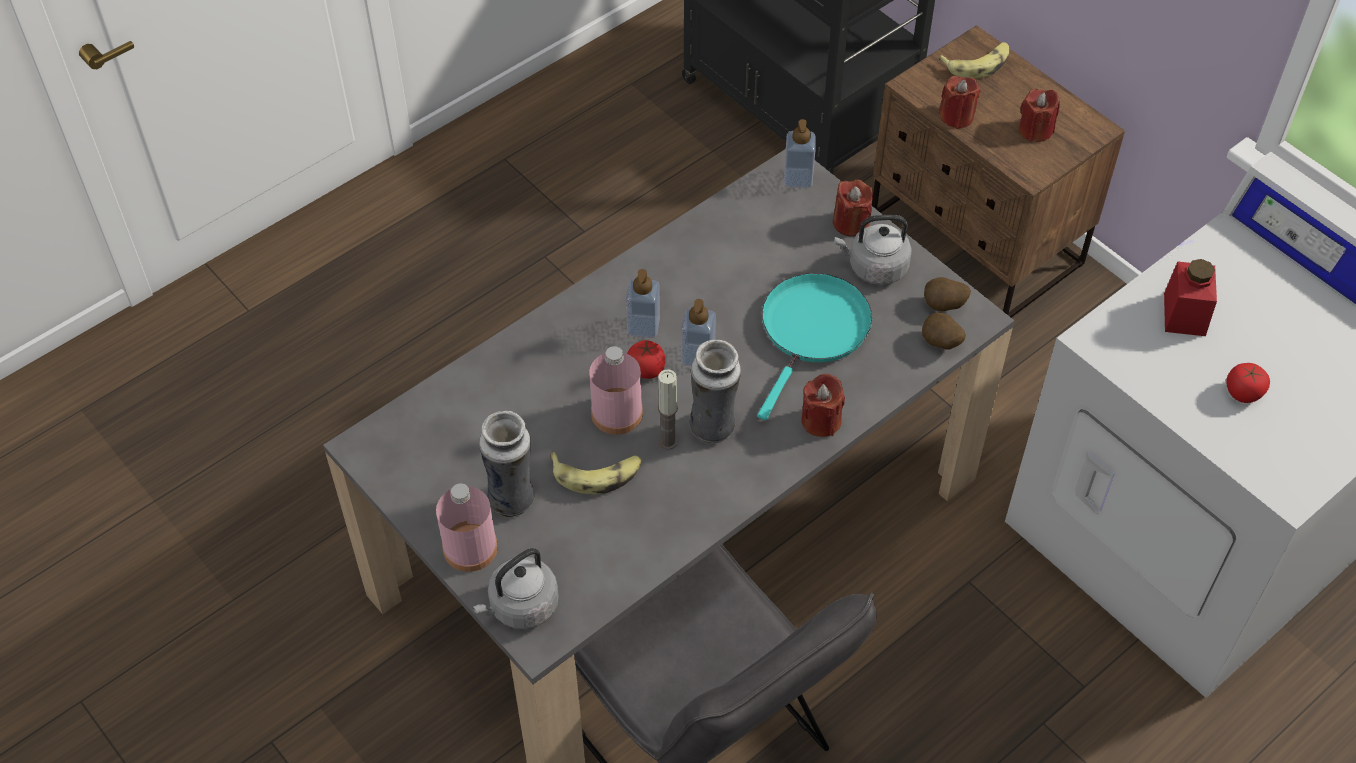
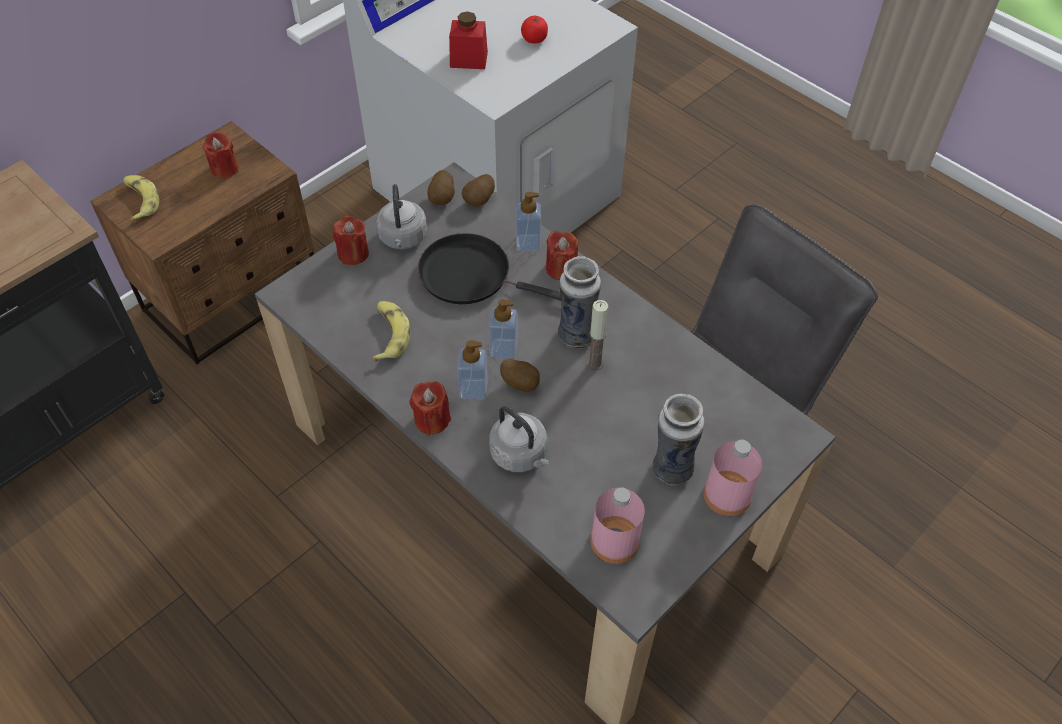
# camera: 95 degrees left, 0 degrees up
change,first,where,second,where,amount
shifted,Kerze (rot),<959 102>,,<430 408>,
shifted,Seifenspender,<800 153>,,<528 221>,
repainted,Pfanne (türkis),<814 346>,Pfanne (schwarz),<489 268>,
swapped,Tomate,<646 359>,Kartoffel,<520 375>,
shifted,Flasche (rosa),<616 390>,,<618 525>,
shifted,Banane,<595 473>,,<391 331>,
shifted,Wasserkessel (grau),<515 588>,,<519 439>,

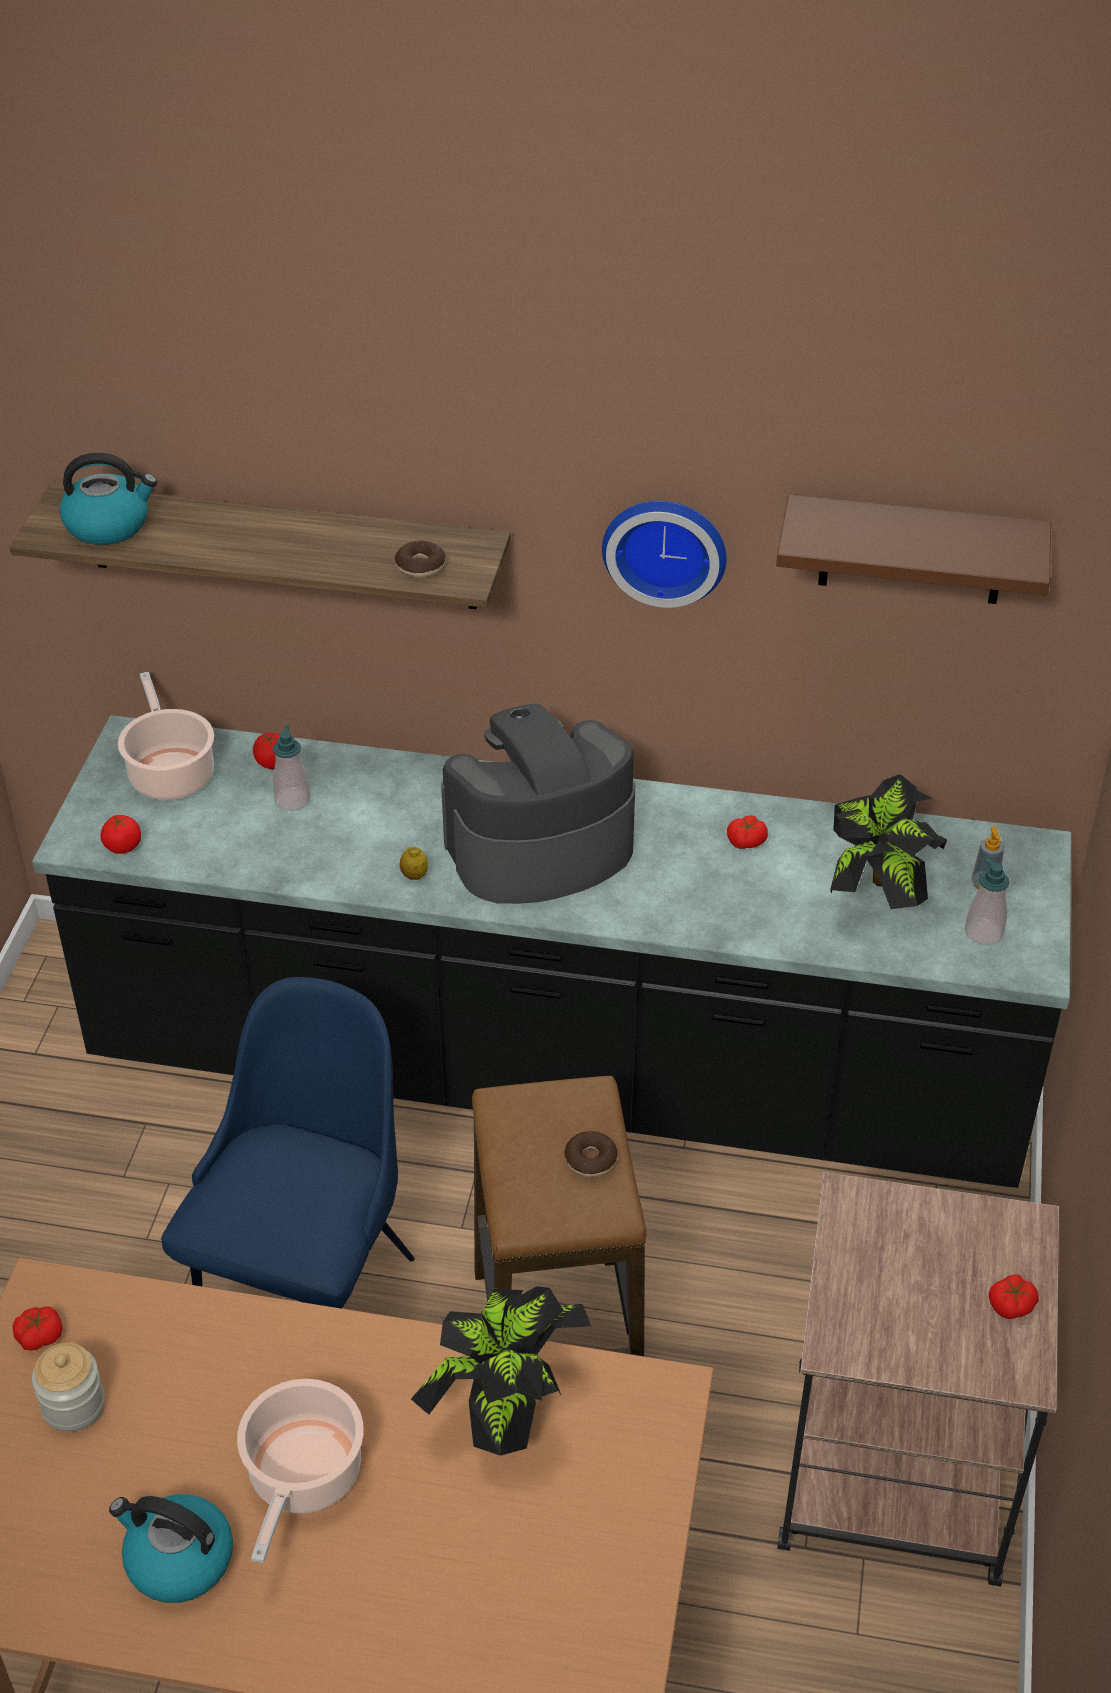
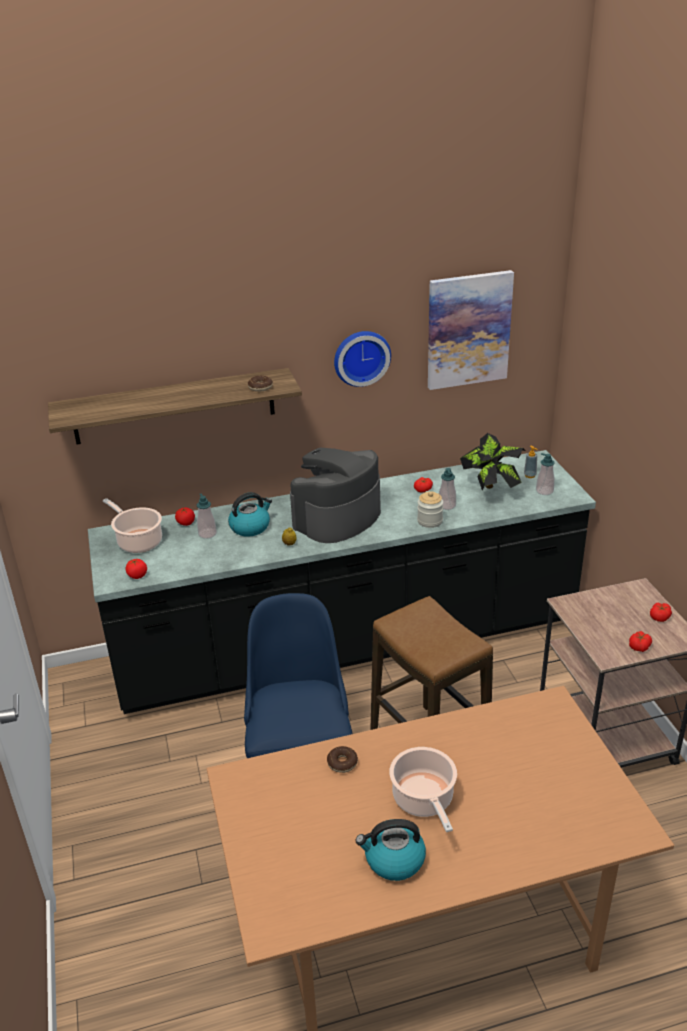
# camera: 25 degrees left, 10 degrees down
change,first,where,second,where,amount
shifted,Wasserkessel,<108 499>,,<250 514>,
swapped,Wandregal (braun),<913 549>,Bild,<471 330>,
shifted,Donut,<590 1154>,,<342 759>,
gone,Topfpflanze,<501 1371>,,,
shifted,Tomate,<37 1328>,,<640 641>,
shifted,Vorratsglas,<68 1387>,,<430 509>,
new,,,Seifenspender,<447 489>,

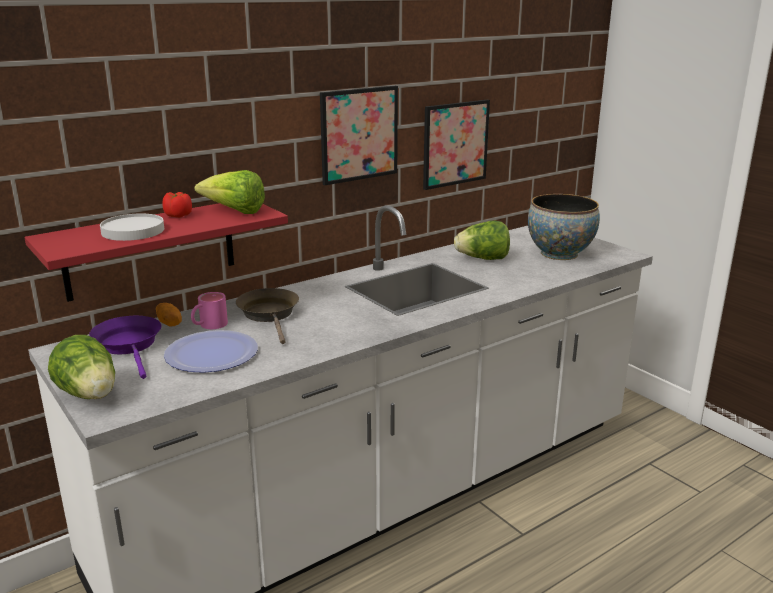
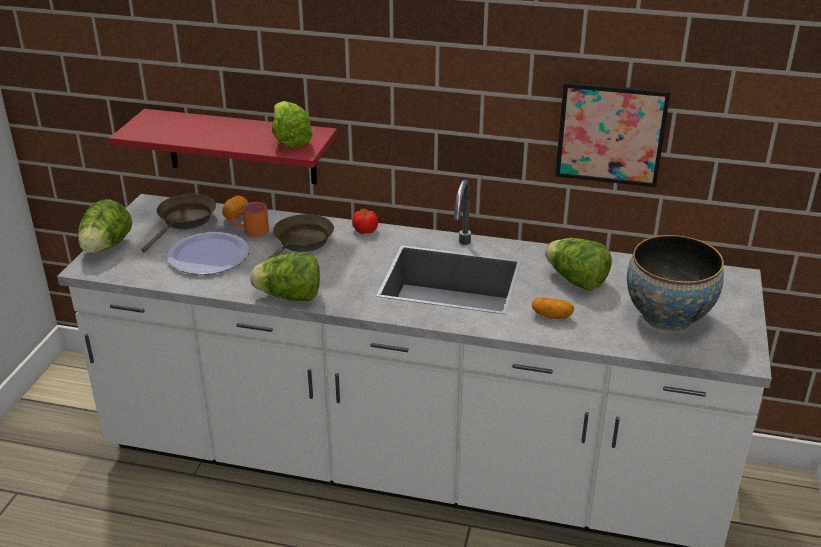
# camera: 50 degrees right, 10 degrees up
change,first,where,second,where,amount
gone,Bild,<359 135>,,,
shifted,Tomate,<177 205>,,<365 221>,
gone,Teller (weiß),<132 227>,,,
repainted,Henkelbecher (rosa),<209 310>,Henkelbecher (orange),<250 219>,
repainted,Pfanne (lila),<125 347>,Pfanne (braun),<178 223>,
new,,,Salatkopf,<285 276>,
new,,,Kartoffel,<553 308>,

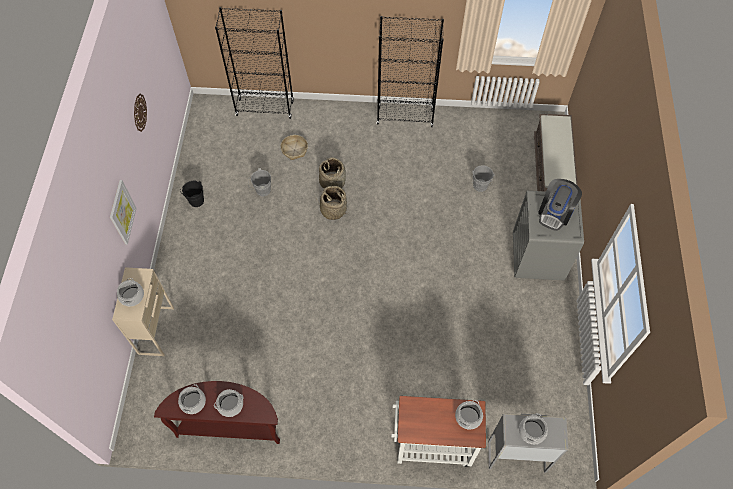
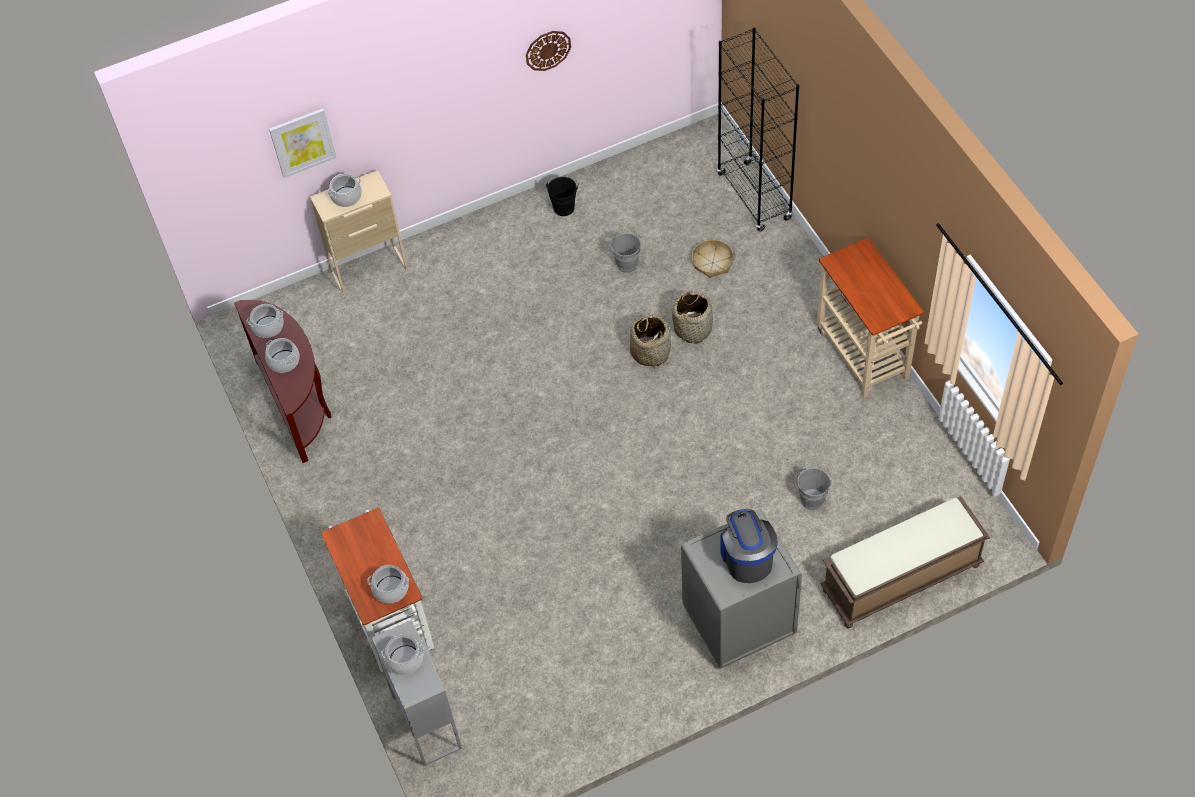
# camera: 65 degrees right, 5 degrees down
change,first,where,second,where,amount
swapped,Bücherregal (schwarz),<410 71>,Rollwagen (beige),<870 318>,
rotated,Kaffeemaschine,<560 205>,,<749 546>,75 degrees clockwise
shifted,Bild,<123 212>,,<303 143>,

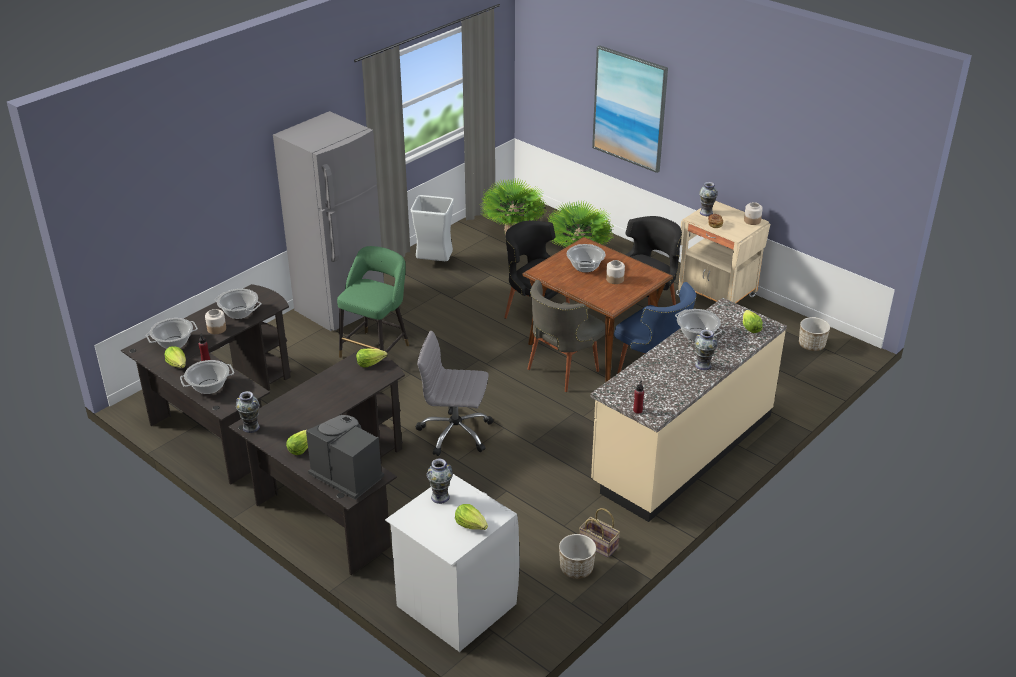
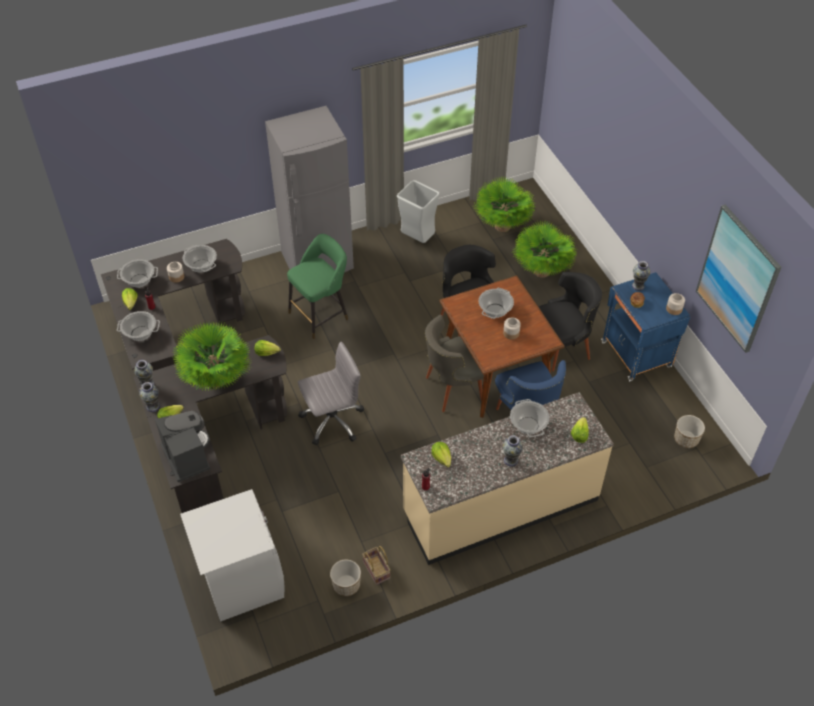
# camera: 25 degrees right, 15 degrees up
change,first,where,second,where,amount
shifted,Bild,<630 109>,,<738 279>,
repainted,Rollwagen (beige),<723 252>,Rollwagen (blau),<645 327>,
rotated,Bürostuhl (grau),<454 393>,,<331 393>,120 degrees clockwise
shifted,Vase,<440 481>,,<149 397>,
shifted,Salatkopf,<471 517>,,<441 454>,
new,,,Topfpflanze,<211 356>,

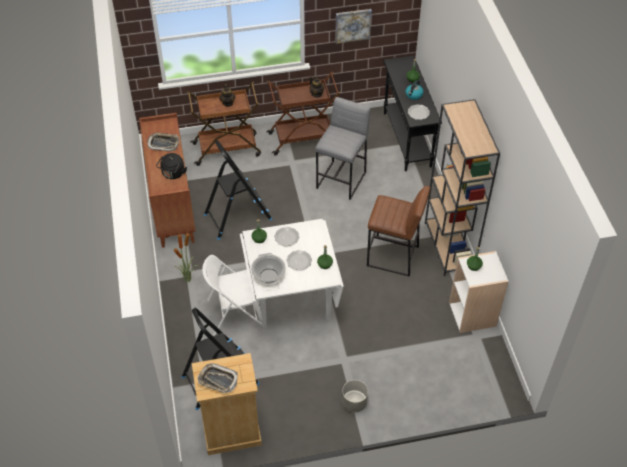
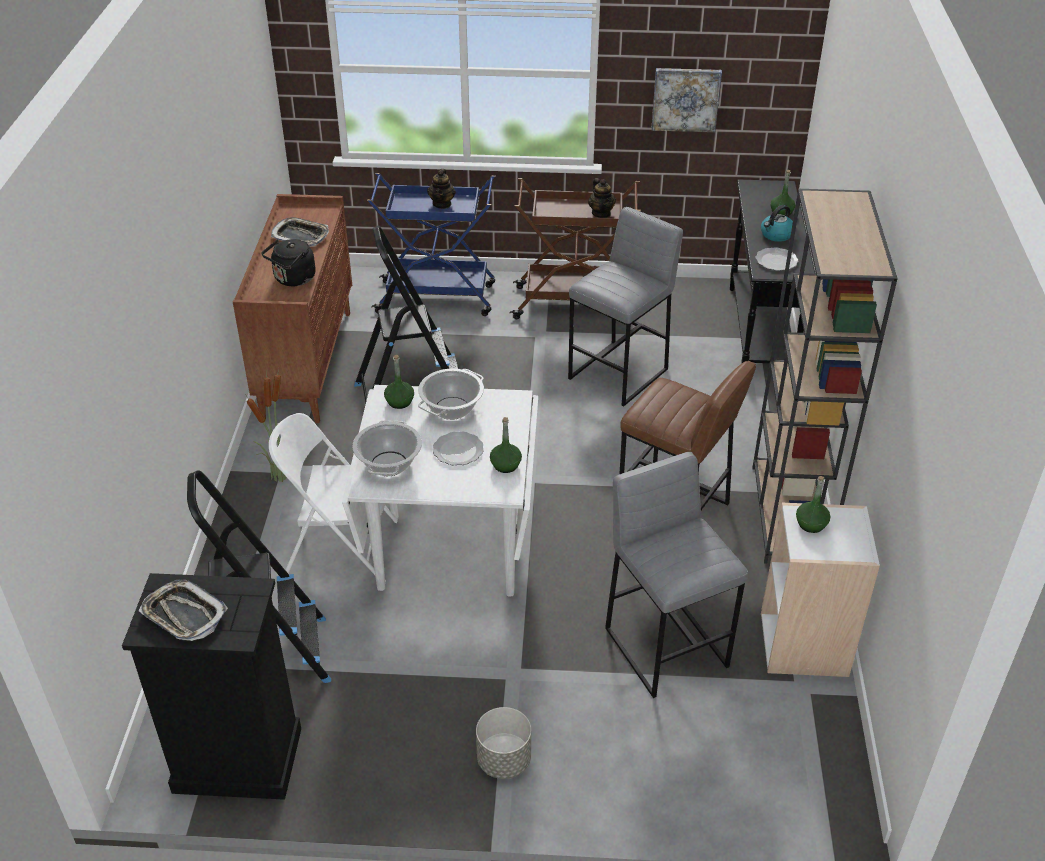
# camera: 15 degrees right, 10 degrees down
change,first,where,second,where,amount
repainted,Rollwagen (braun),<224 124>,Rollwagen (blau),<431 244>,
swapped,Teller,<286 236>,Kochtopf,<451 394>,
repainted,Kommode (beige),<227 404>,Kommode (schwarz),<211 686>,
new,,,Hocker (grau),<676 575>,

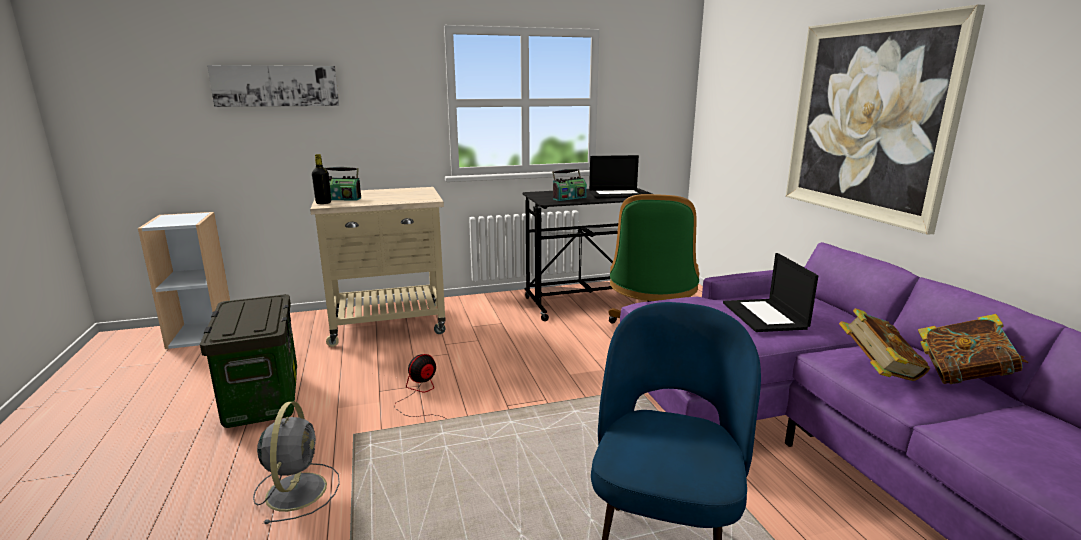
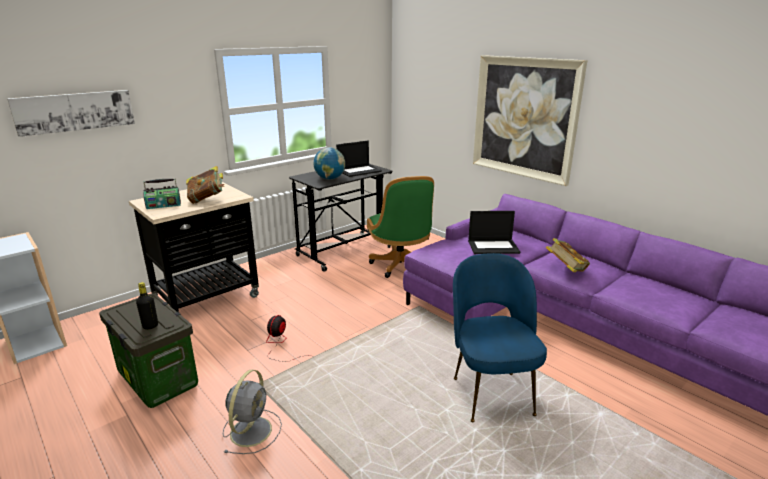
# camera: 25 degrees left, 5 degrees up
change,first,where,second,where,amount
shifted,Flasche (schwarz),<321 179>,,<147 306>,
swapped,Radio,<569 185>,Globus,<329 163>,
repainted,Rollwagen (beige),<378 267>,Rollwagen (schwarz),<194 247>,
rotated,Laptop,<770 292>,,<494 232>,60 degrees counterclockwise
shifted,Buch,<973 349>,,<205 185>,
rotated,Ventilator (grau),<296 463>,,<252 412>,45 degrees clockwise

